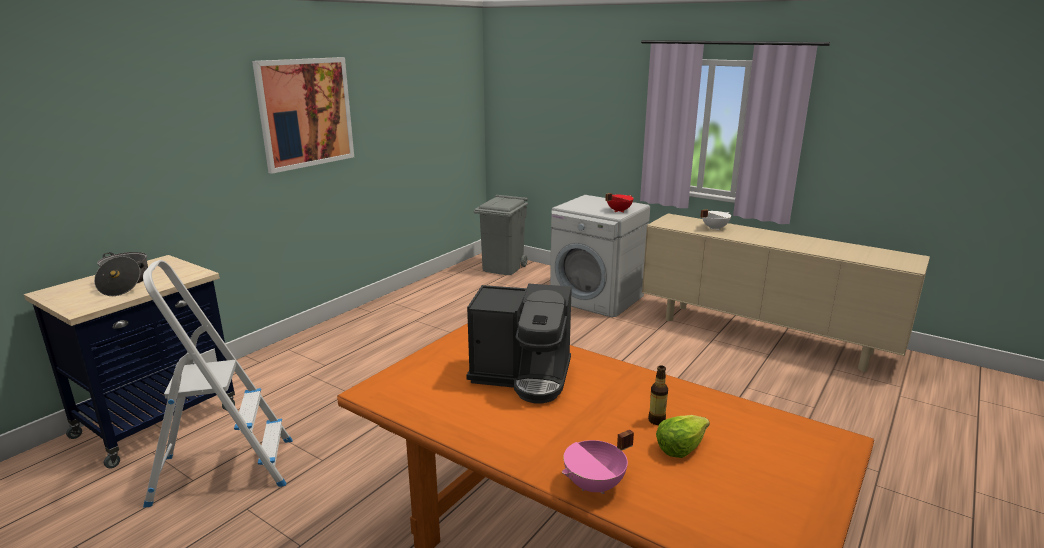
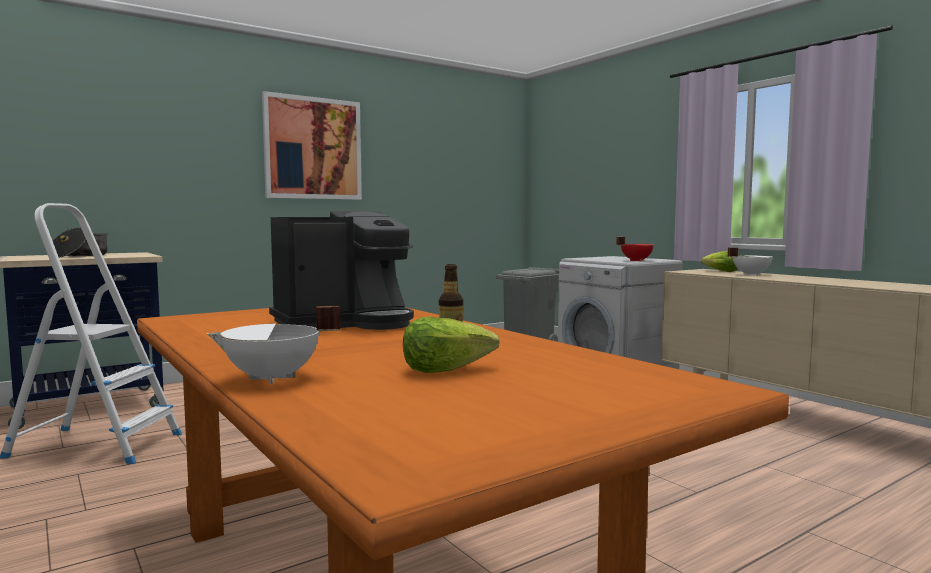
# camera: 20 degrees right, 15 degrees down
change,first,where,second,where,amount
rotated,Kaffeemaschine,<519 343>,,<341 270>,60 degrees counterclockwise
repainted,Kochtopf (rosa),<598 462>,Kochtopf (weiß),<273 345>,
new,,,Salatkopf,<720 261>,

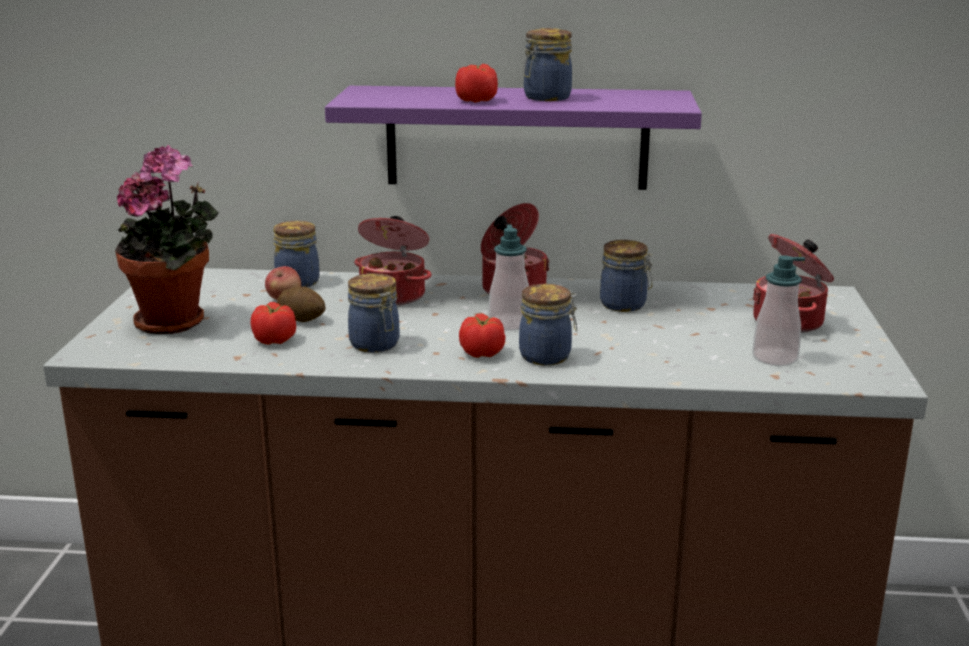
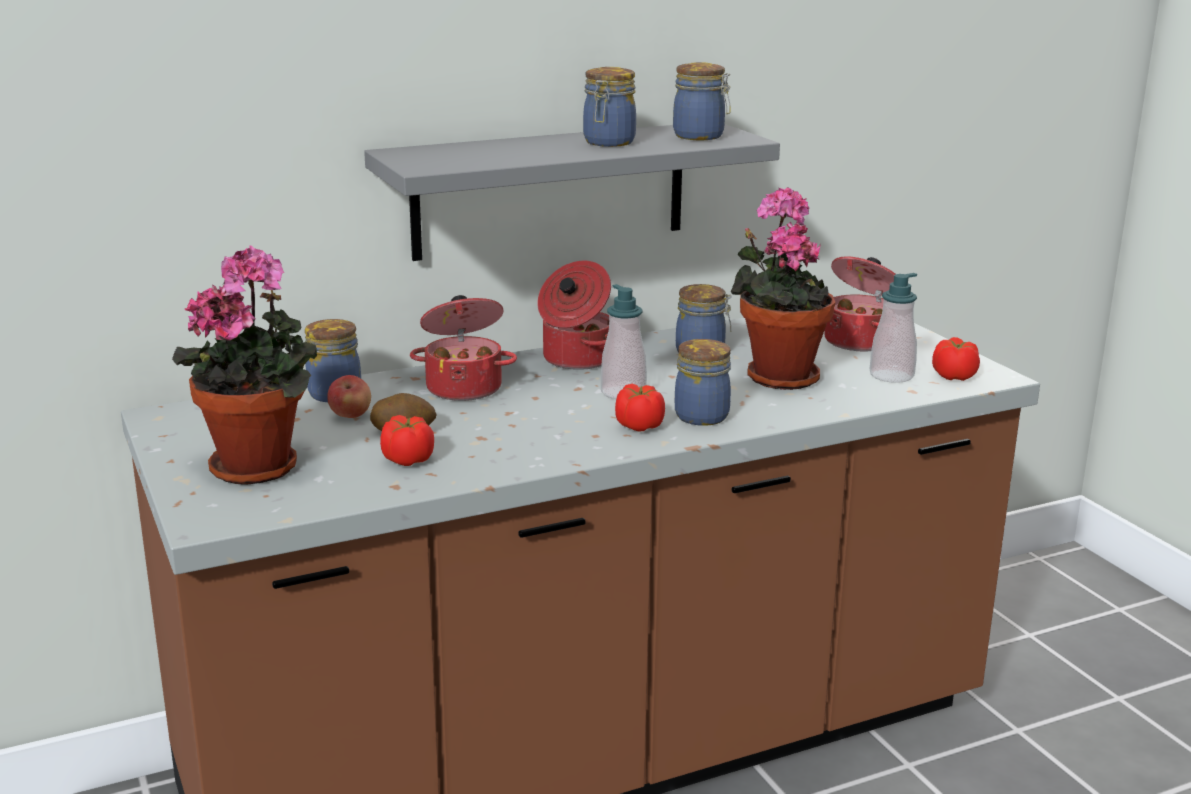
# camera: 30 degrees left, 0 degrees up
change,first,where,second,where,amount
shifted,Tomate,<476 83>,,<956 359>,
repainted,Wandregal (lila),<513 138>,Wandregal (grau),<572 192>,
shifted,Vorratsglas,<374 313>,,<702 101>,
new,,,Topfpflanze,<783 288>,

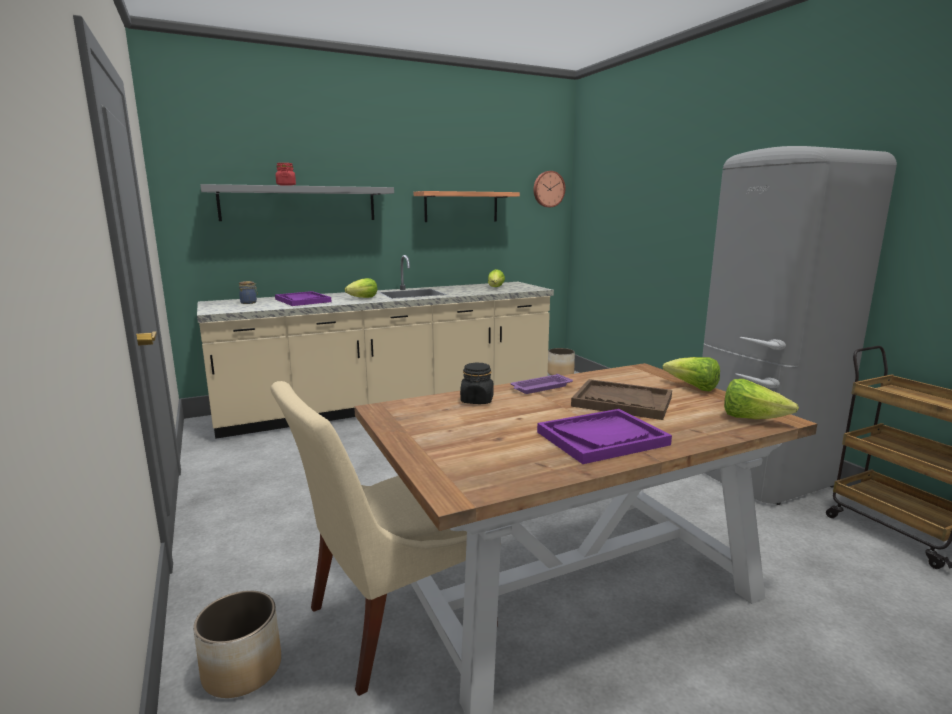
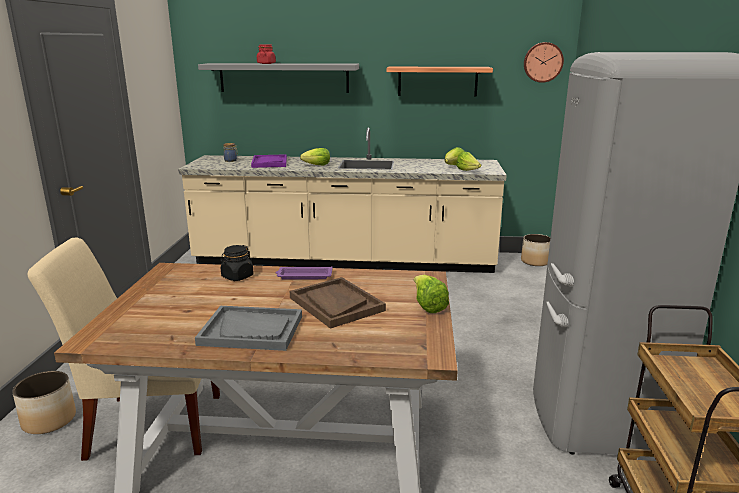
# camera: 30 degrees right, 5 degrees up
change,first,where,second,where,amount
shifted,Salatkopf,<761 399>,,<468 161>,
repainted,Tablett (lila),<604 436>,Tablett (grau),<248 328>,

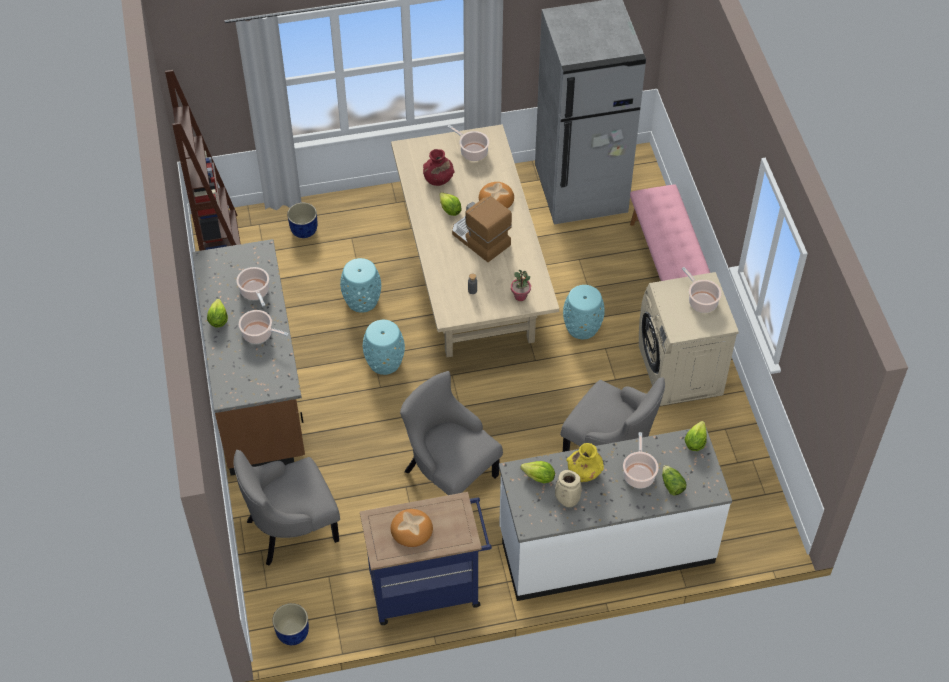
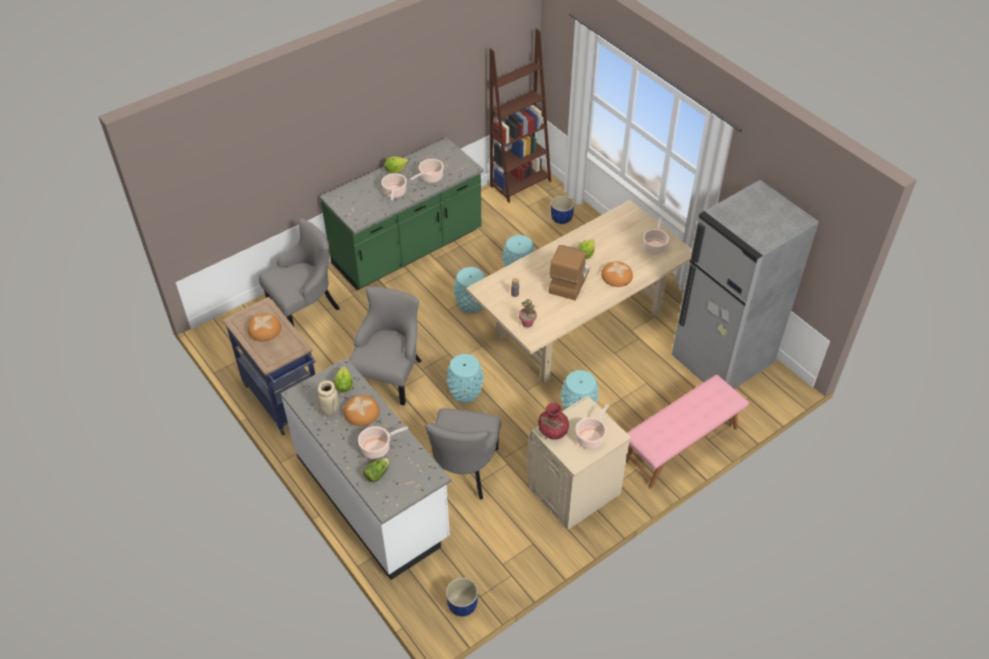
# camera: 65 degrees right, 5 degrees down
change,first,where,second,where,amount
shifted,Vase (rot),<439 167>,,<553 421>,
repainted,Küchenzeile (braun),<248 357>,Küchenzeile (grün),<401 214>,
gone,Salatkopf,<696 436>,,,
swapped,Vase (gelb),<585 462>,Brot,<361 410>,
rotated,Stuhl (grau),<287 508>,,<299 272>,105 degrees clockwise
shifted,Pflanzkübel (blau),<290 624>,,<462 597>,
new,,,Hocker (türkis),<465 378>,

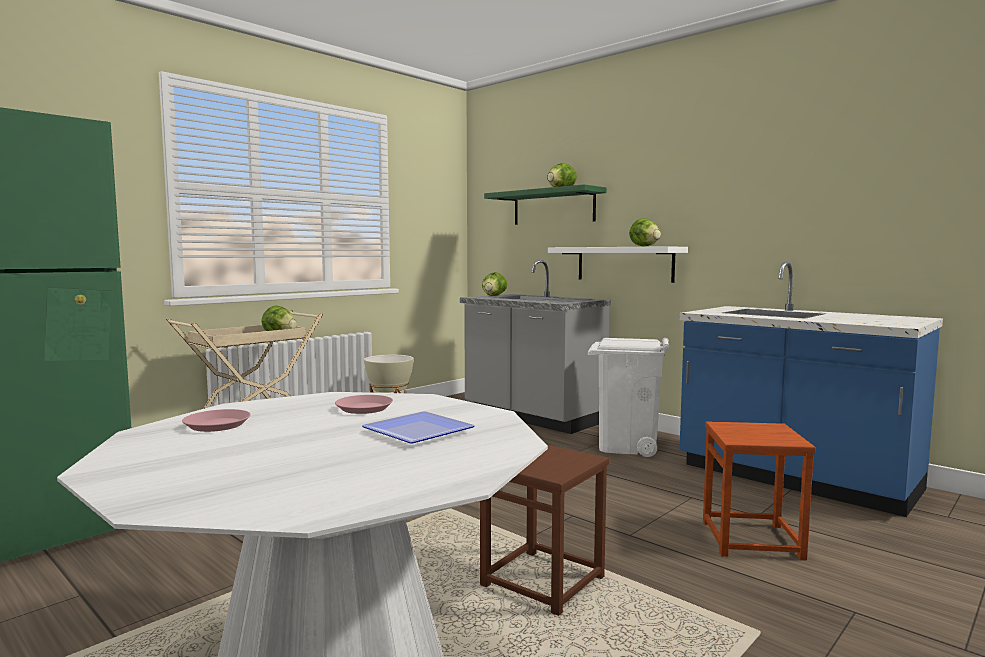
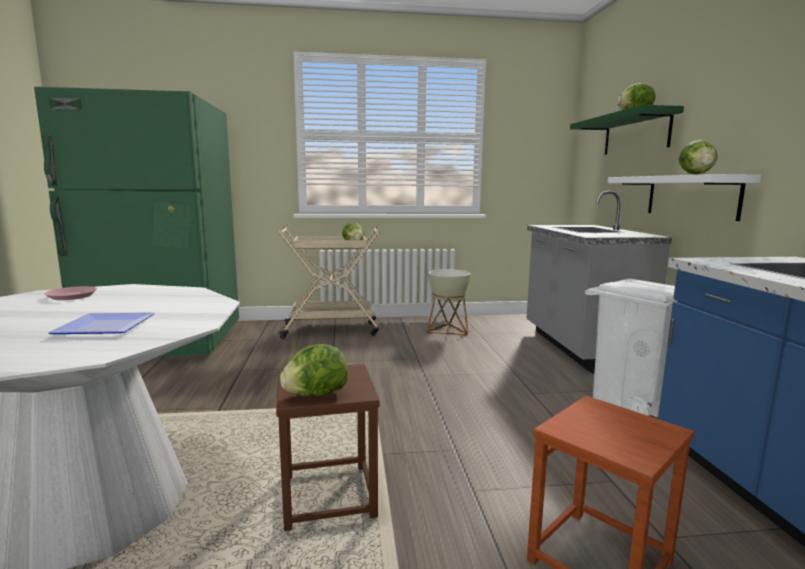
# camera: 40 degrees right, 5 degrees up
change,first,where,second,where,amount
shifted,Salatkopf,<494 284>,,<314 370>,
gone,Teller (rosa),<364 404>,,,

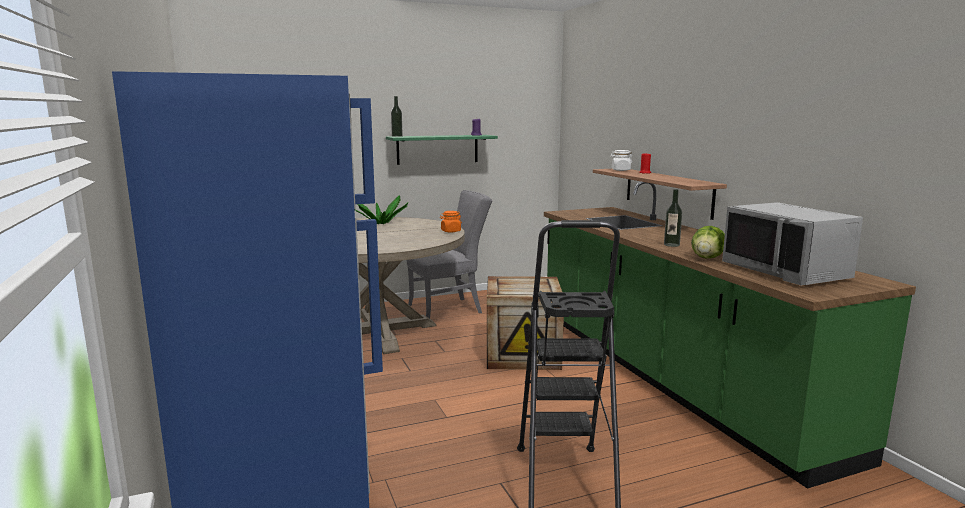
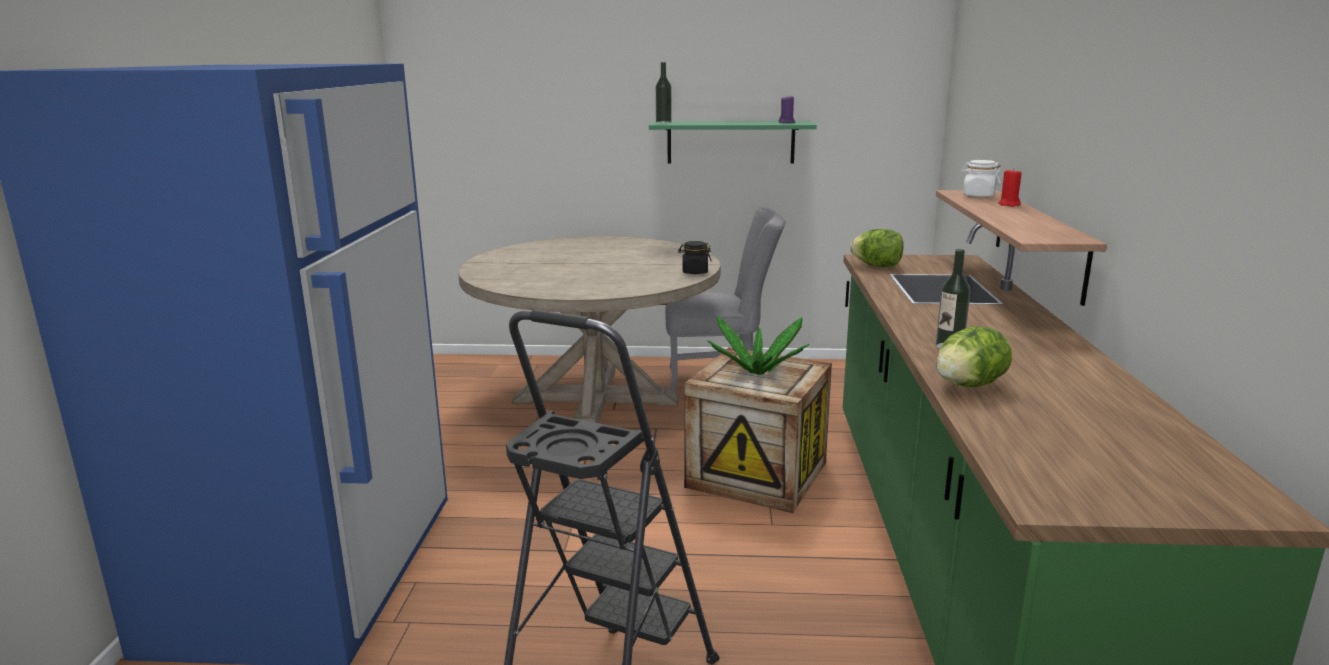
# camera: 25 degrees right, 5 degrees up
change,first,where,second,where,amount
shifted,Topfpflanze,<381 209>,,<759 345>,
gone,Mikrowelle (grau),<792 243>,,,
repainted,Vorratsglas (orange),<451 221>,Vorratsglas (schwarz),<694 257>,
new,,,Salatkopf,<877 248>,

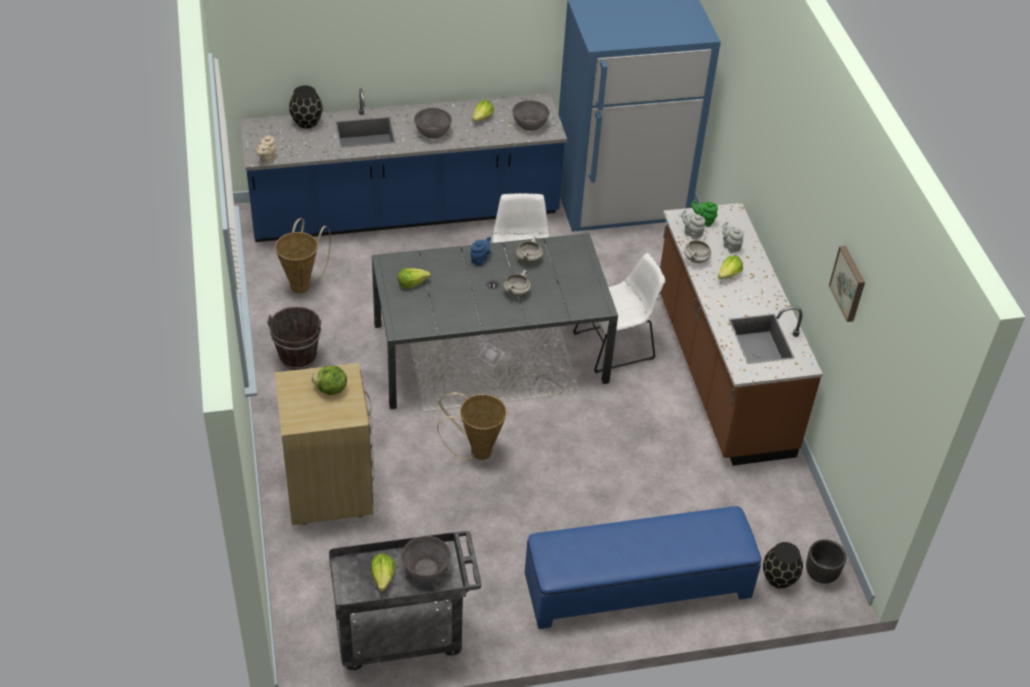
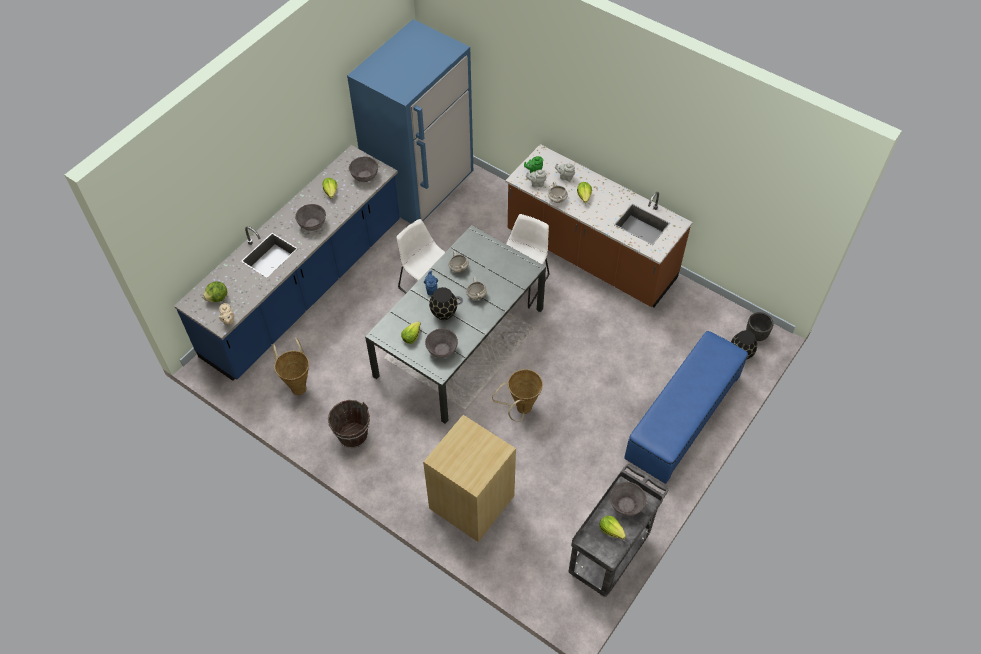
# camera: 40 degrees left, 10 degrees up
change,first,where,second,where,amount
shifted,Vase (schwarz),<305 107>,,<443 303>,
gone,Bild,<847 284>,,,
shifted,Salatkopf,<329 380>,,<215 291>,
new,,,Schüssel (grau),<441 343>,

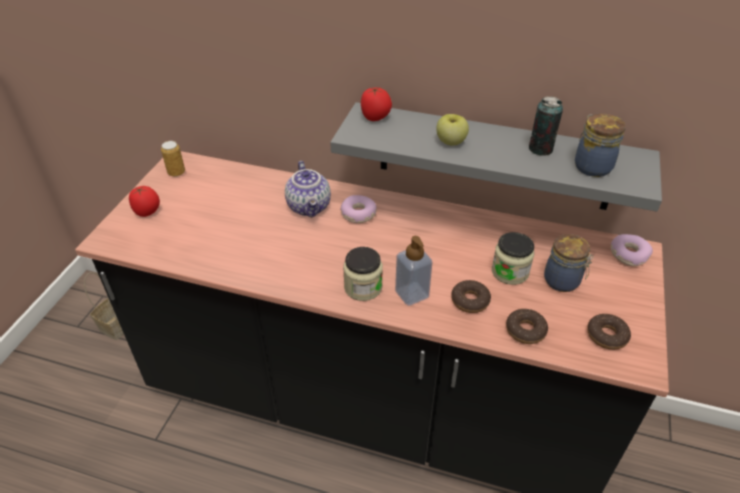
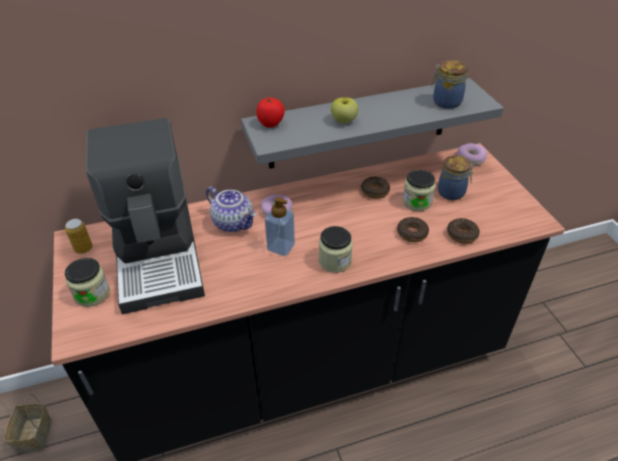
# camera: 35 degrees left, 0 degrees up
change,first,where,second,where,amount
gone,Dose,<546 126>,,,
swapped,Tomate,<144 201>,Vorratsglas,<87 282>,
shifted,Seifenspender,<413 271>,,<280 226>,
shifted,Donut,<609 332>,,<375 188>,
new,,,Kaffeemaschine,<145 216>,

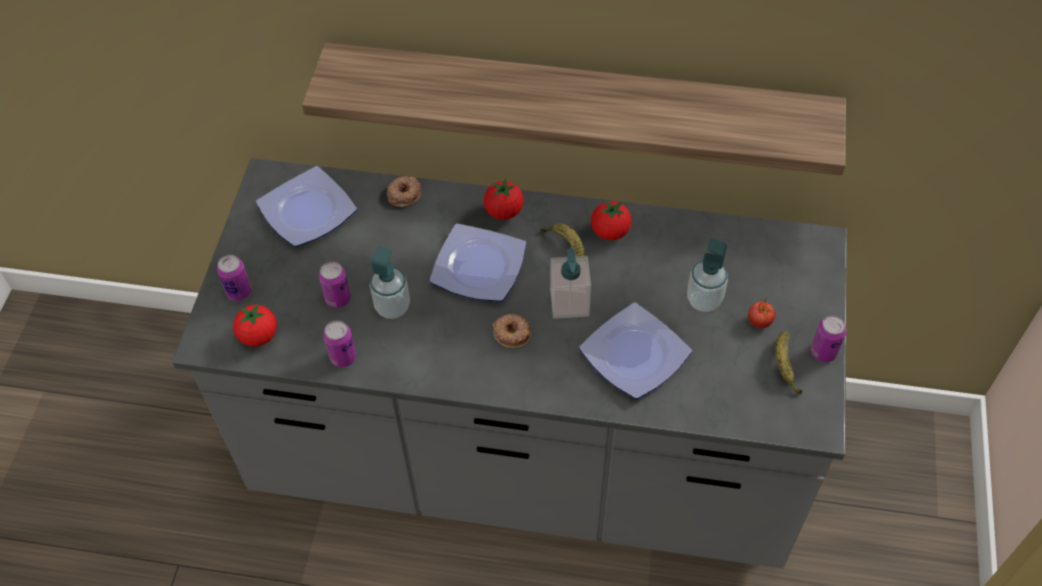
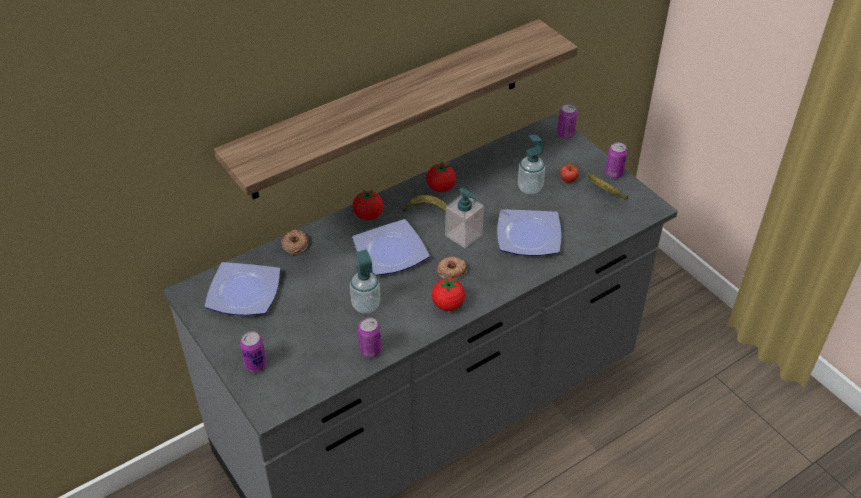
# camera: 45 degrees left, 10 degrees down
change,first,where,second,where,amount
shifted,Dose,<335 285>,,<567 121>,
shifted,Tomate,<255 325>,,<448 293>,

